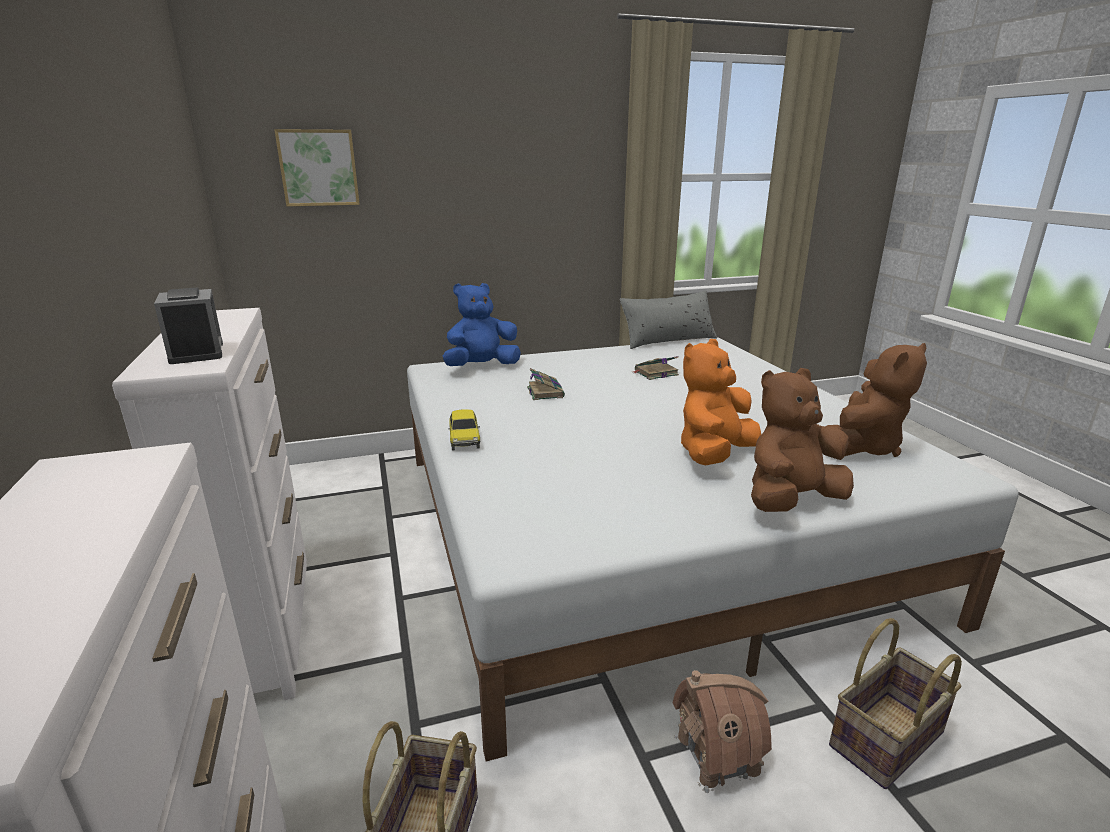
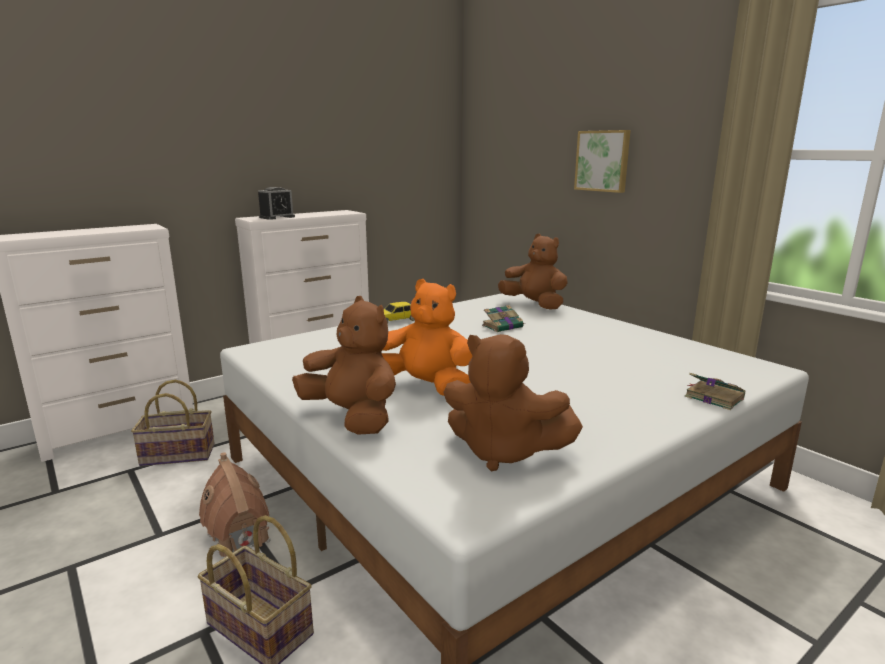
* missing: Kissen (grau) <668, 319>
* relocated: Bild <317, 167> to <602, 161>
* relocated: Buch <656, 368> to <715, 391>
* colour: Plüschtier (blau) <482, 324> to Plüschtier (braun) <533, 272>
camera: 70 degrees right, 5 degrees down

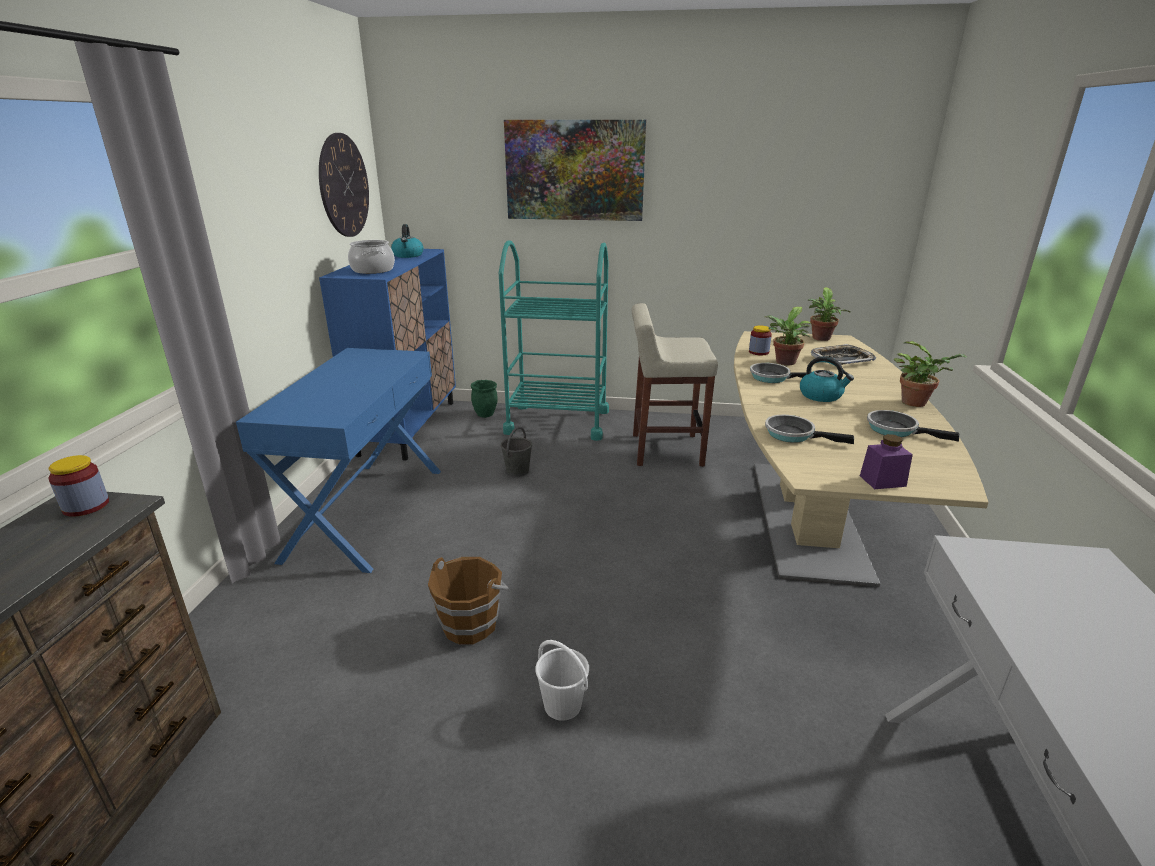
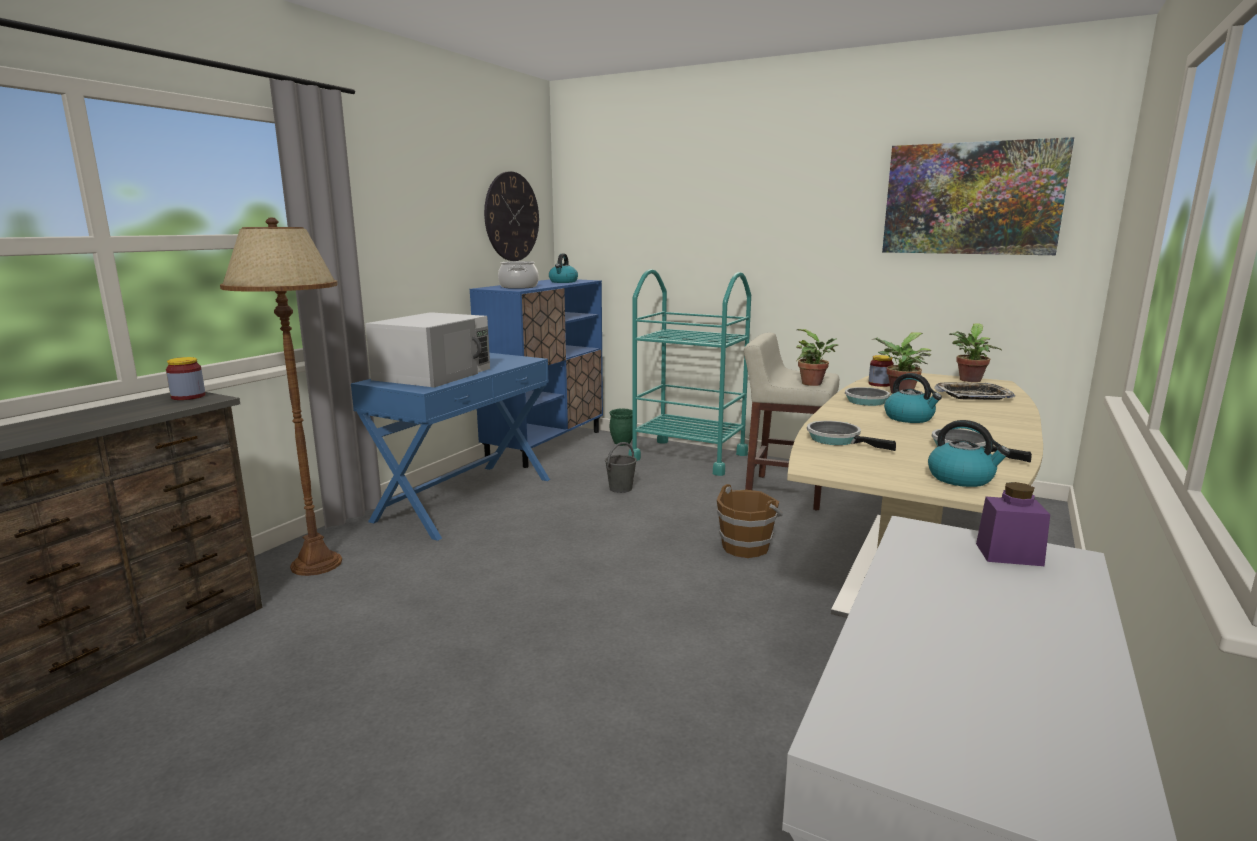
* missing: Eimer (weiß) <562, 680>
* appeared: Stehlampe (braun) <281, 396>
* appeared: Mikrowelle (weiß) <427, 349>
* appeared: Wasserkessel <969, 453>
* relocated: Eimer (braun) <468, 600> to <750, 521>
* relocated: Bild <575, 170> to <978, 196>
* relocated: Vorratsglas (lila) <886, 461> to <1013, 524>
* relocated: Topfpflanze <930, 374> to <817, 357>
camera: 20 degrees right, 10 degrees down

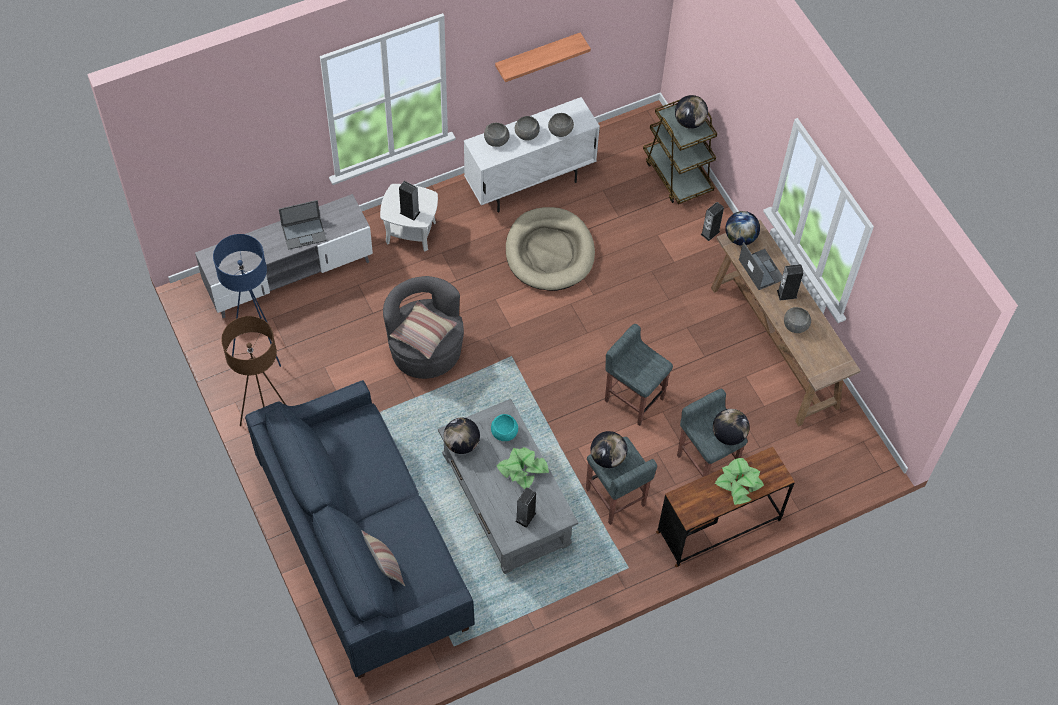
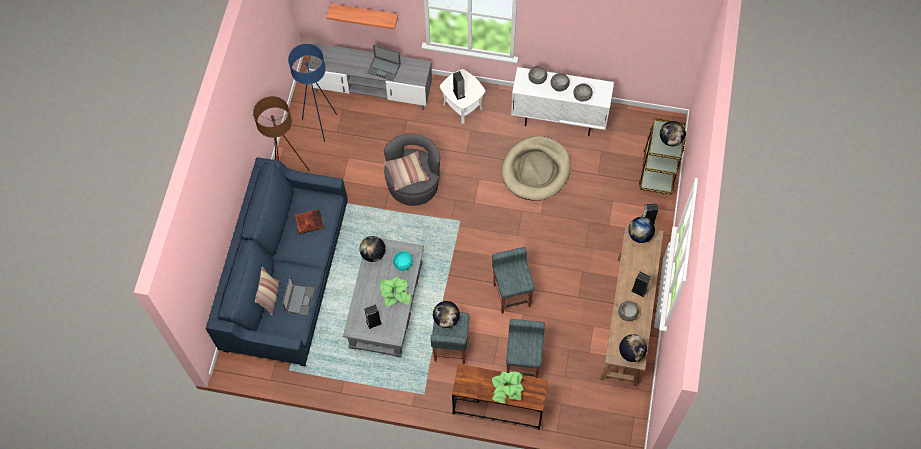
* appeared: Buch <309, 221>
* relocated: Wandregal <543, 57> to <362, 17>
* relocated: Globus <731, 427> to <633, 348>
* relocated: Laptop <761, 266> to <298, 295>
camera: 40 degrees right, 5 degrees up

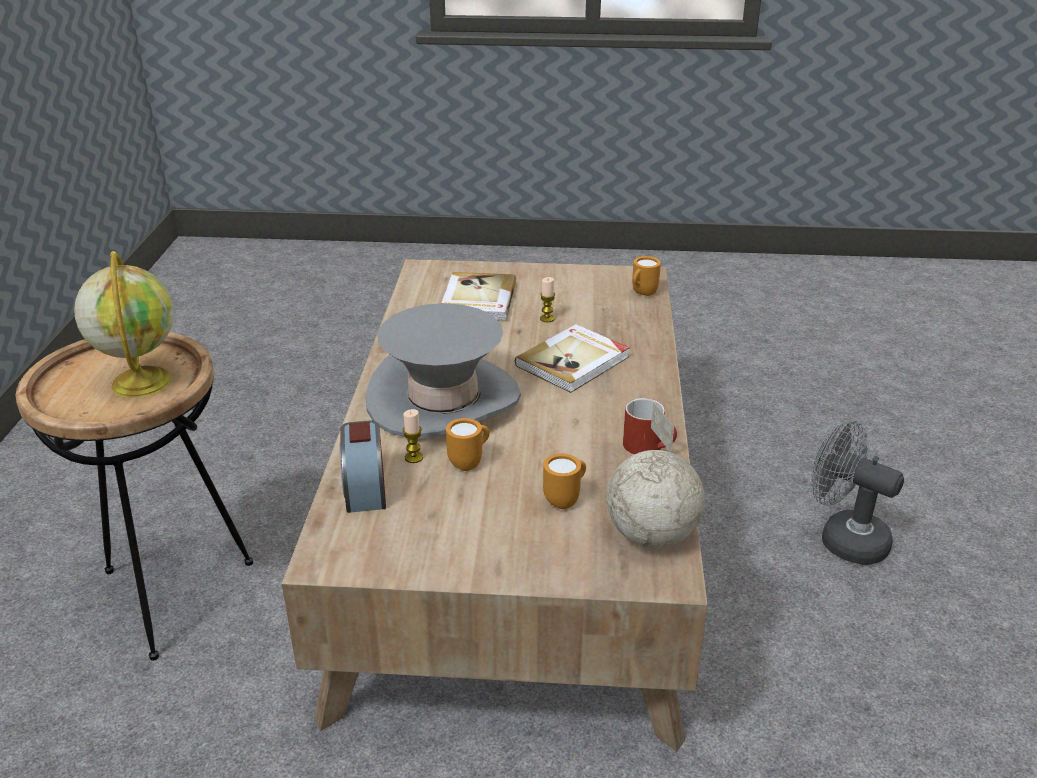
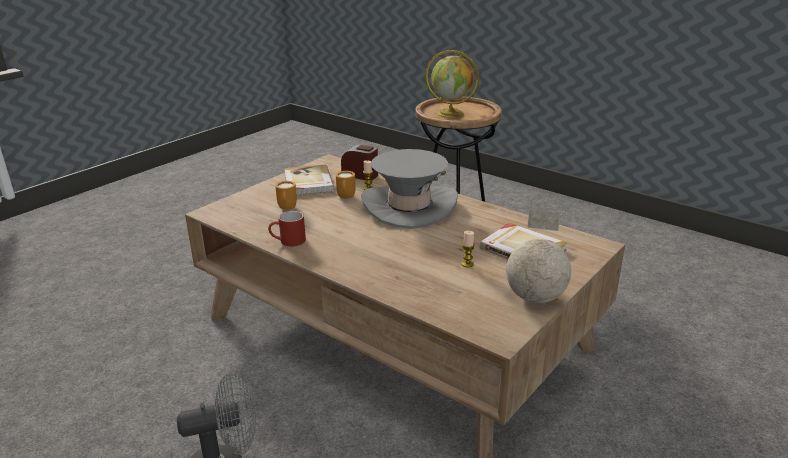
* missing: Henkelbecher (orange) <646, 276>
* relocated: Buch <572, 358> to <309, 179>
* relocated: Globus <656, 475> to <538, 256>
camera: 125 degrees right, 5 degrees down

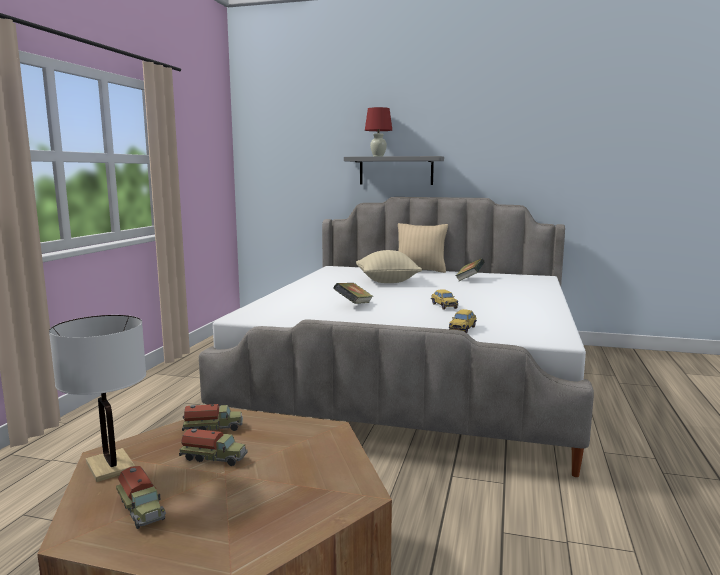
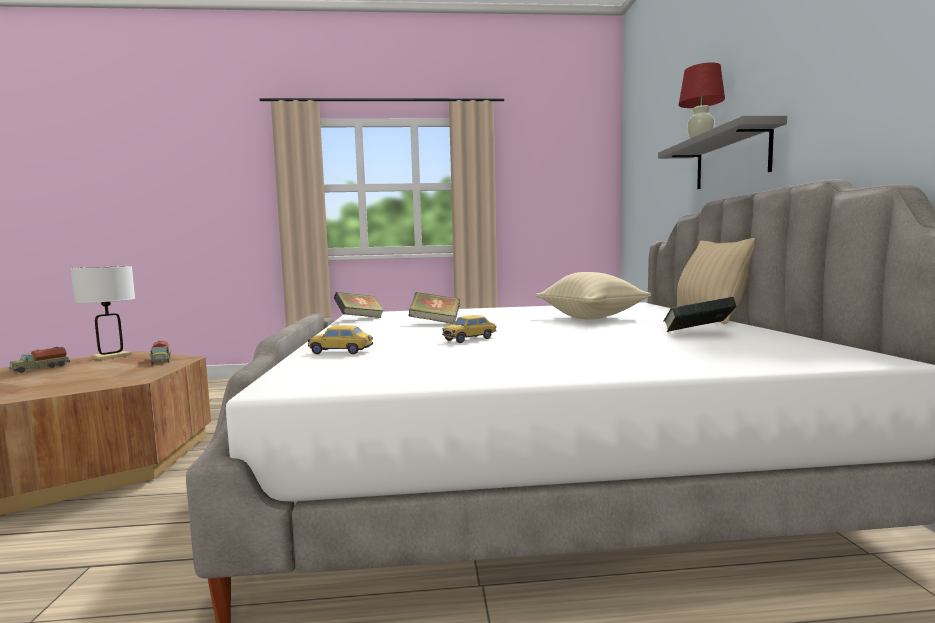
* missing: Spielzeuglaster <213, 447>
* appeared: Buch <359, 305>
camera: 70 degrees right, 5 degrees down

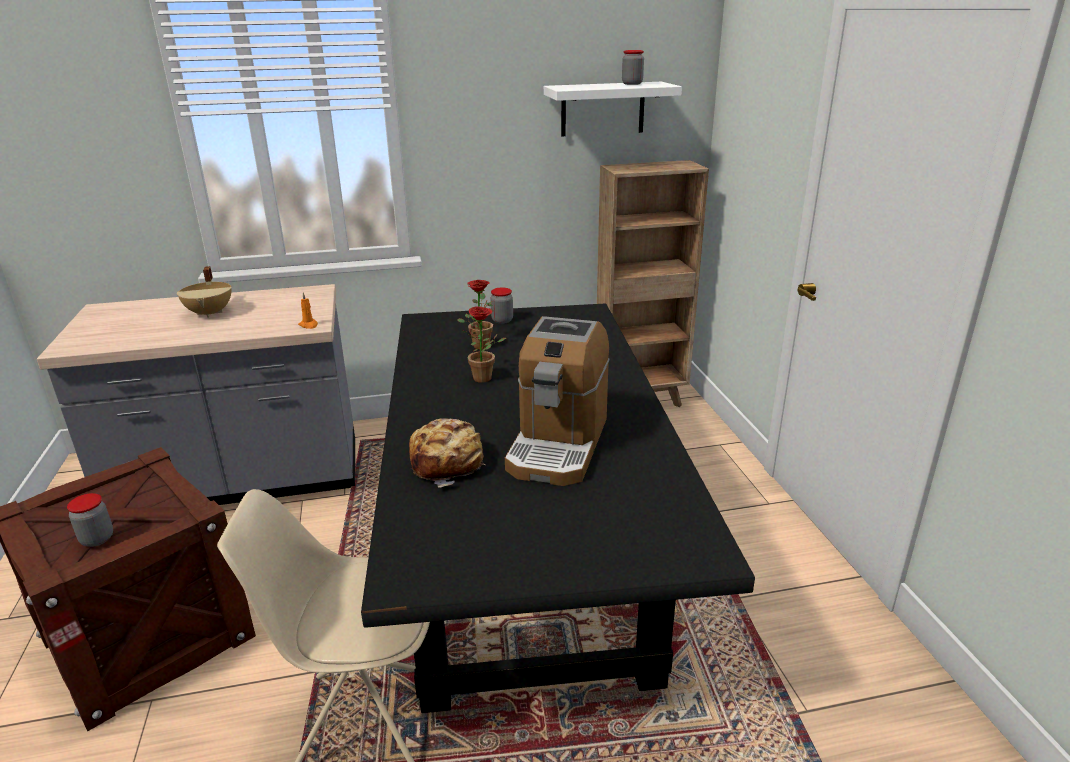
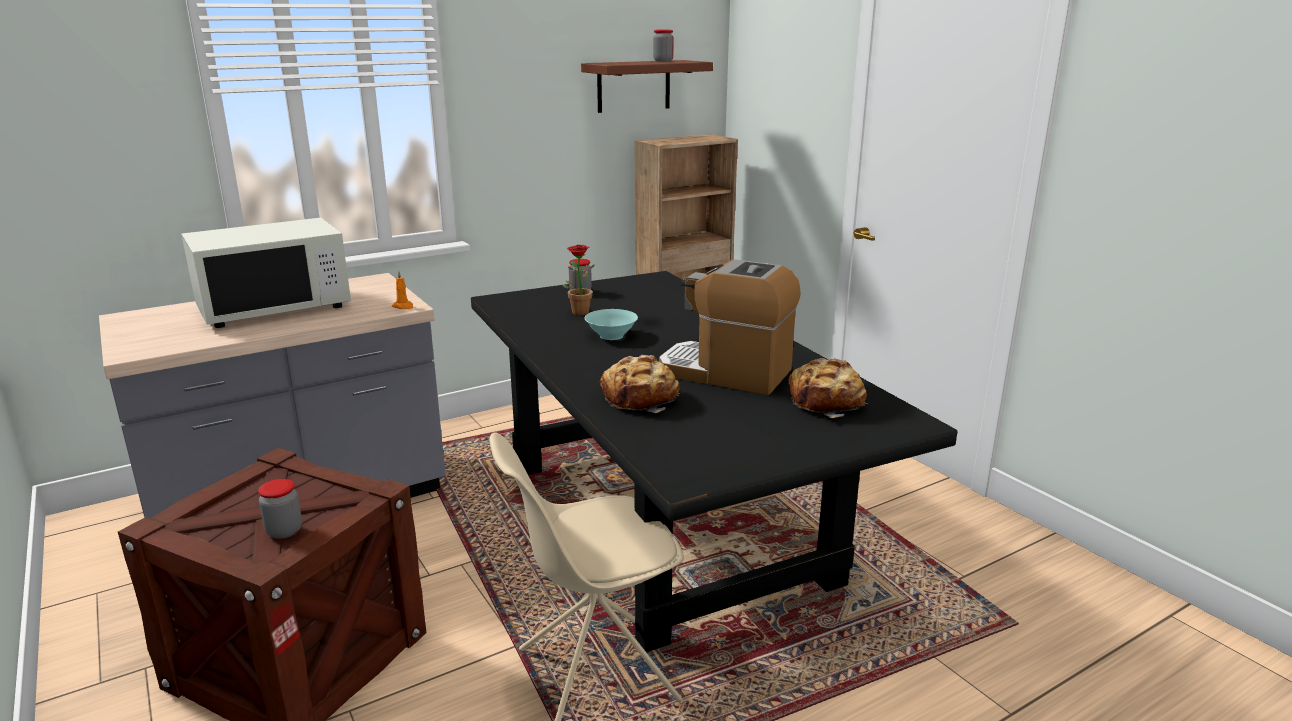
* appeared: Brot <828, 388>
* exchanged: Kochtopf (beige) <204, 292> to Mikrowelle (weiß) <266, 273>
* exchanged: Topfpflanze <484, 344> to Schüssel (türkis) <611, 324>
* colour: Wandregal (weiß) <613, 109> to Wandregal (braun) <647, 86>
* spun: Kaffeemaschine <557, 401> = <730, 327> 120 degrees clockwise
camera: 20 degrees left, 5 degrees down

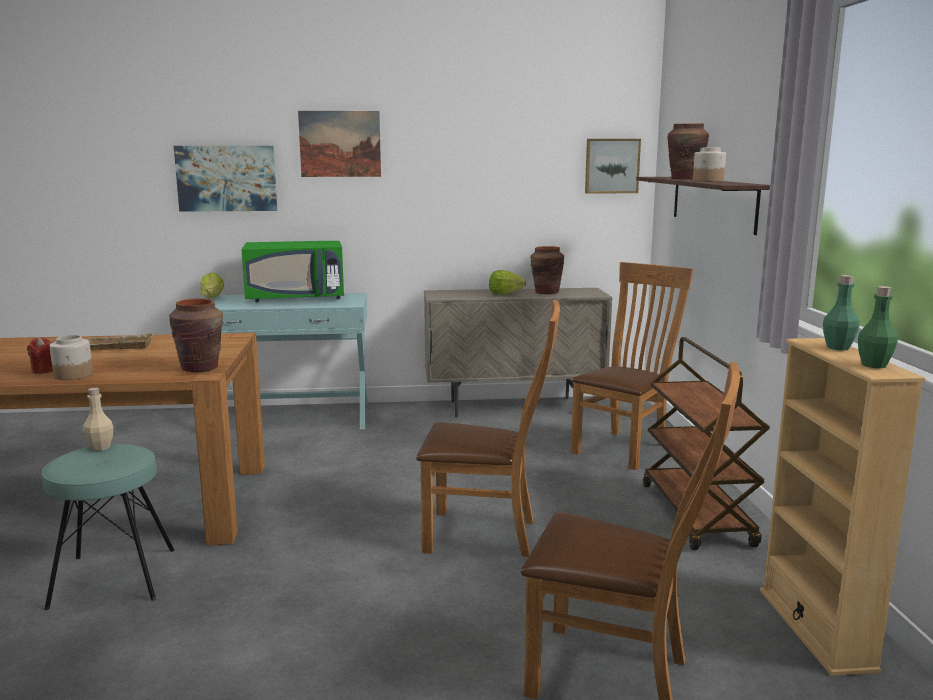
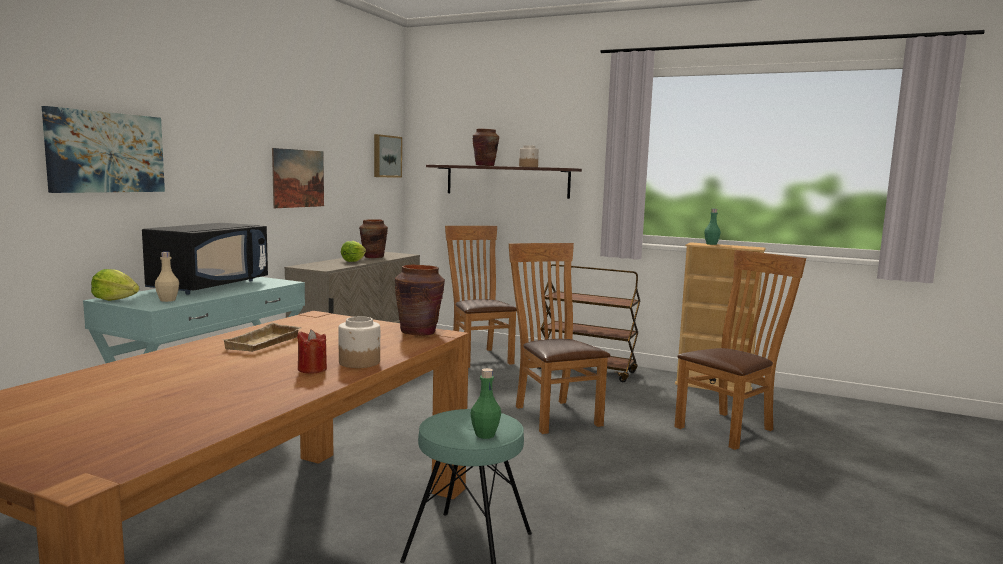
* relocated: Flasche (beige) <98, 419> to <167, 277>
* relocated: Bild <339, 144> to <298, 178>
* relocated: Flasche (grün) <878, 327> to <485, 403>
* colour: Mikrowelle (grün) <293, 271> to Mikrowelle (schwarz) <205, 259>
* spun: Stuhl (braun) <488, 428> = <559, 338> 60 degrees counterclockwise
camera: 60 degrees left, 5 degrees down

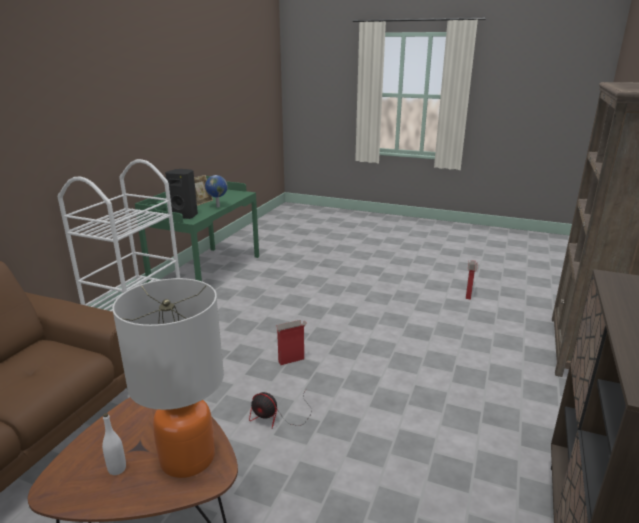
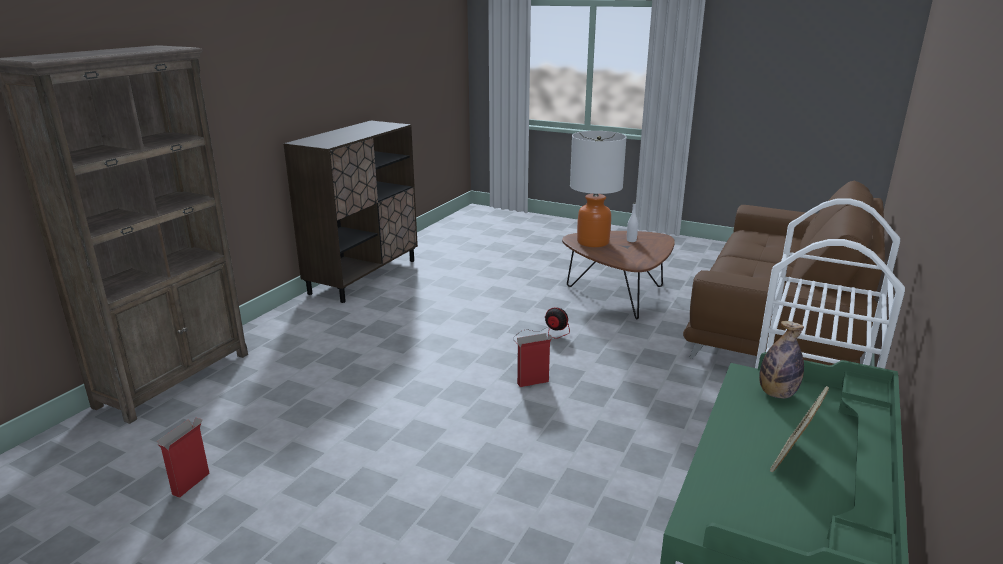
* missing: Globus <216, 191>
* exchanged: Lautsprecher (schwarz) <181, 194> to Flasche <781, 359>
camera: 175 degrees left, 0 degrees up

